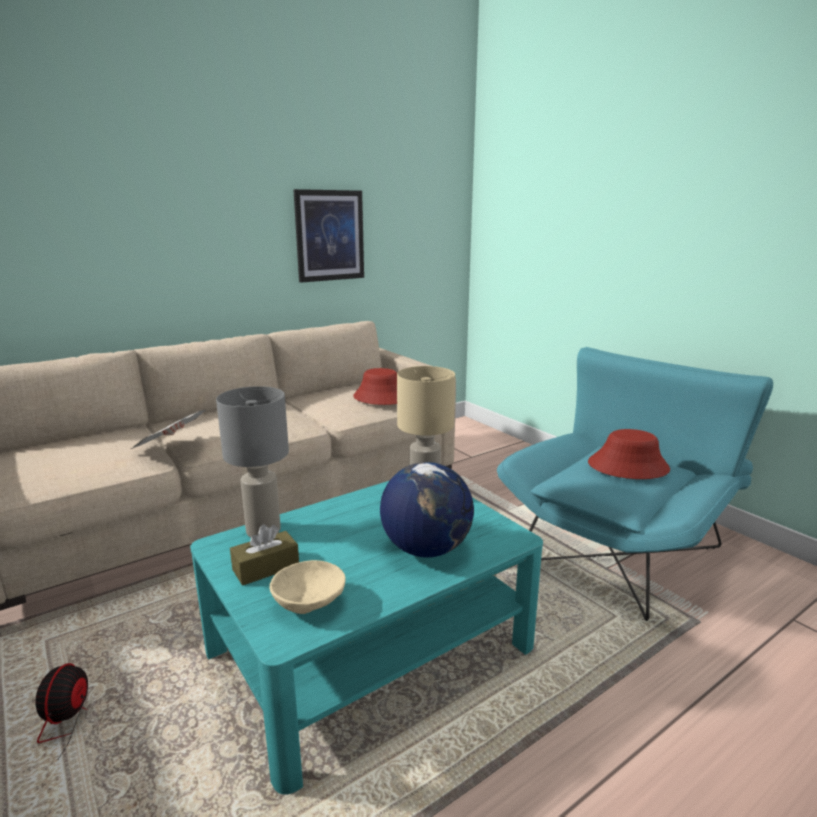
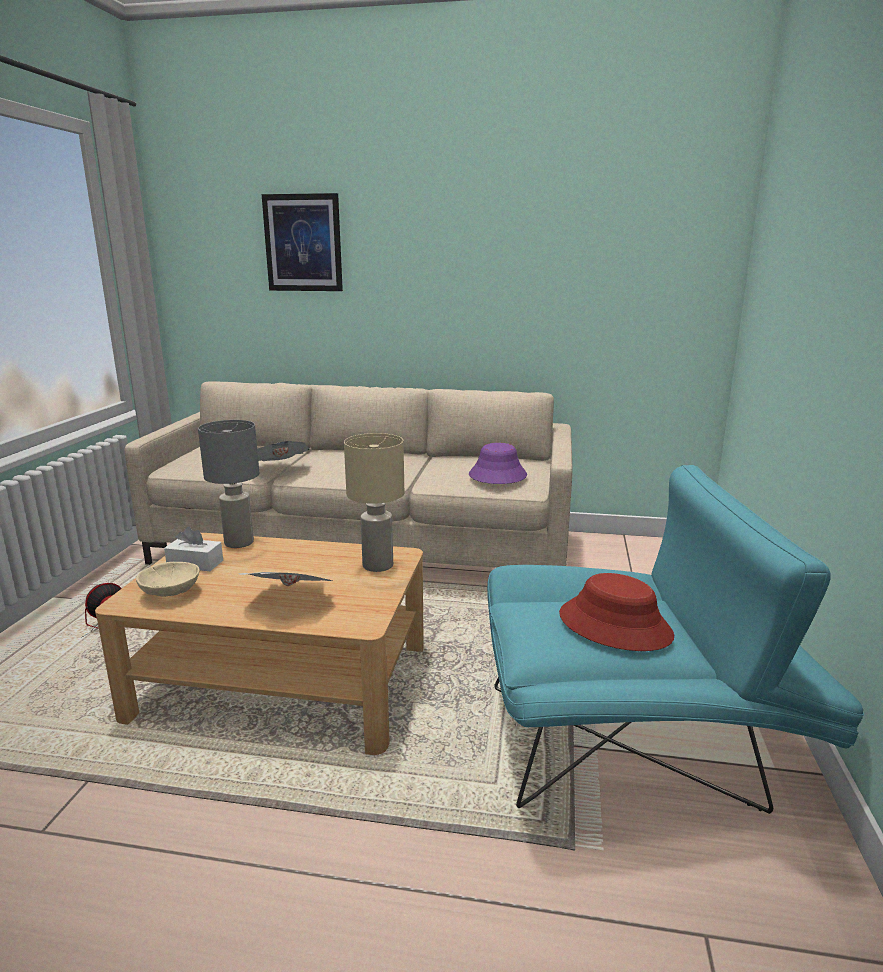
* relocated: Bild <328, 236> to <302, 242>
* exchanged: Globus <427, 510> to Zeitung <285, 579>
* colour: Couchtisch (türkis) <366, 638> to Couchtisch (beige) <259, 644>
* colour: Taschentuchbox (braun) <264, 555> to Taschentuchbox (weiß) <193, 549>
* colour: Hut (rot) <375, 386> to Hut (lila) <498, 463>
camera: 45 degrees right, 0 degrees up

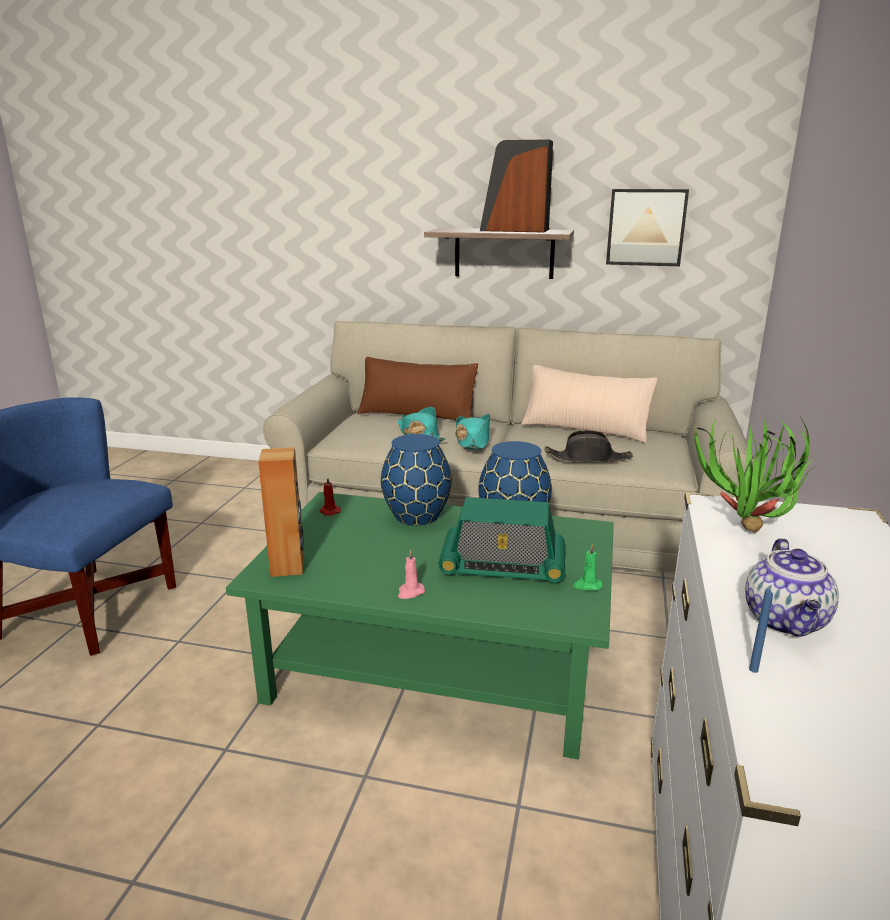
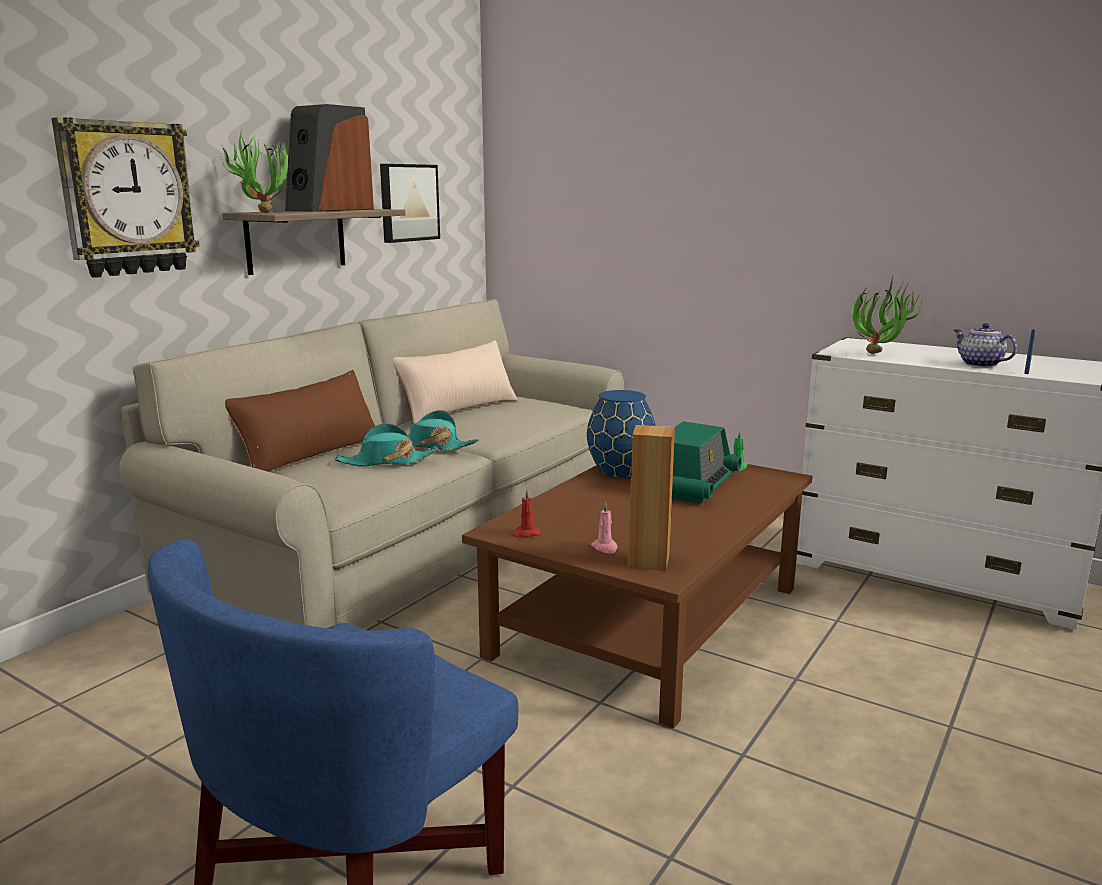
* missing: Vase (blau) <416, 480>
* missing: Hut (schwarz) <588, 446>
* appeared: Wanduhr <125, 197>
* appeared: Topfpflanze <255, 171>
* relocated: Kerze (rosa) <411, 574> to <604, 528>
* colour: Couchtisch (grün) <420, 626> to Couchtisch (braun) <637, 596>
* spun: Teekanne <792, 587> = <985, 345> 150 degrees counterclockwise
camera: 70 degrees left, 5 degrees down

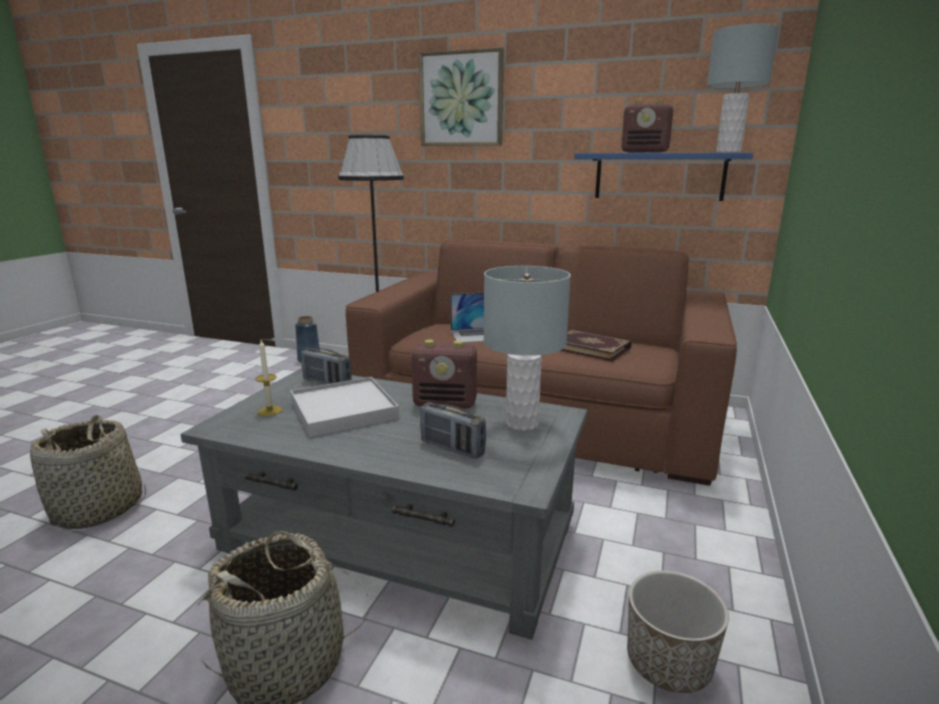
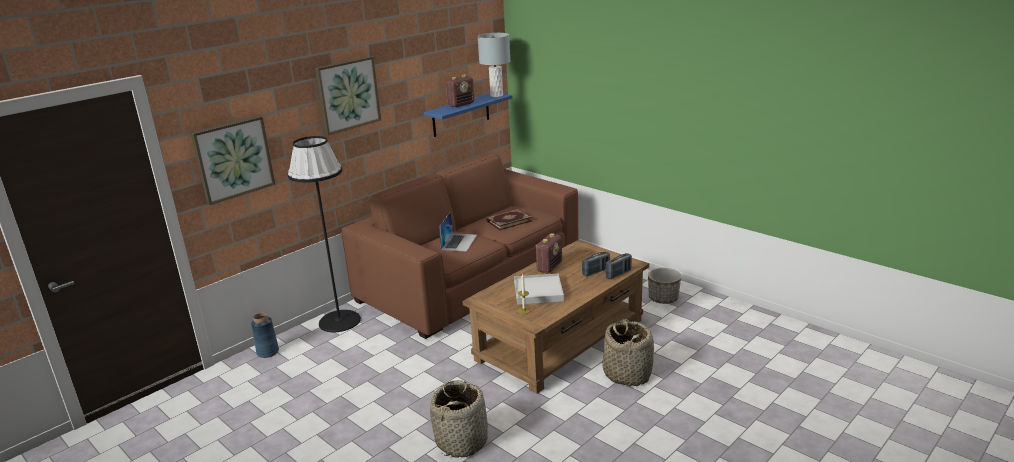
* missing: Tischlampe (grau) <527, 348>
* appeared: Bild <233, 160>
* relocated: Radio <326, 366> to <618, 266>
* colour: Couchtisch (grau) <384, 503> to Couchtisch (braun) <555, 317>
camera: 65 degrees left, 5 degrees up

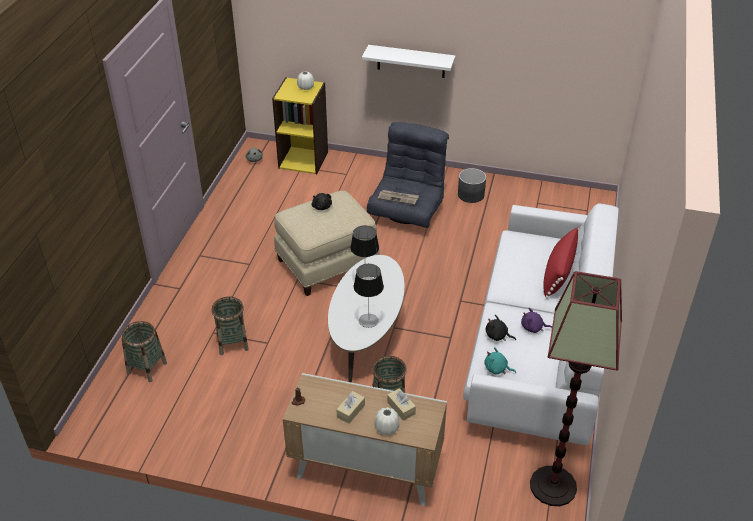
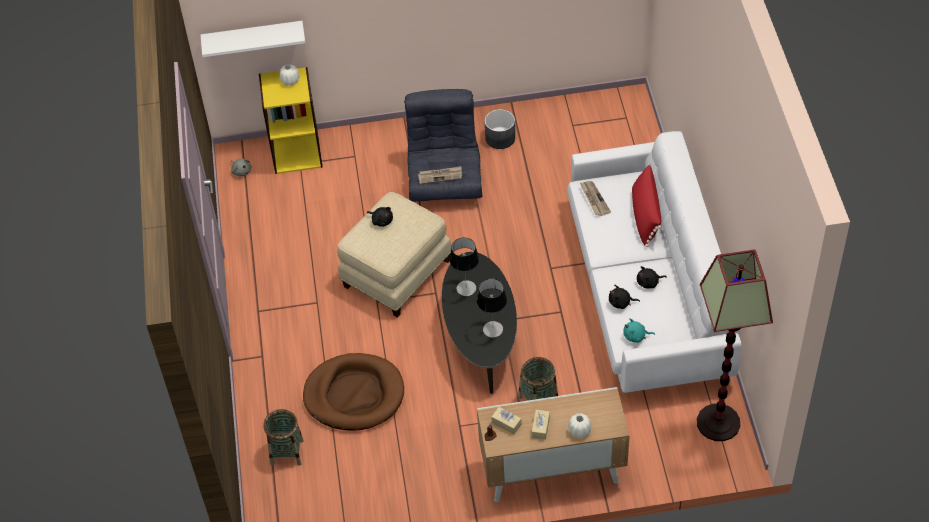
* appeared: Zeitung <595, 198>
* relocated: Wandregal (weiß) <409, 61> to <253, 39>
* relocated: Taschentuchbox (beige) <401, 404> to <506, 420>
* exchanged: Korb <230, 325> to Hundebett (braun) <353, 392>
* colour: Couchtisch (weiß) <366, 319> to Couchtisch (schwarz) <479, 323>
* colour: Plüschtier (lila) <536, 320> to Plüschtier (schwarz) <652, 277>
camera: 20 degrees left, 10 degrees up

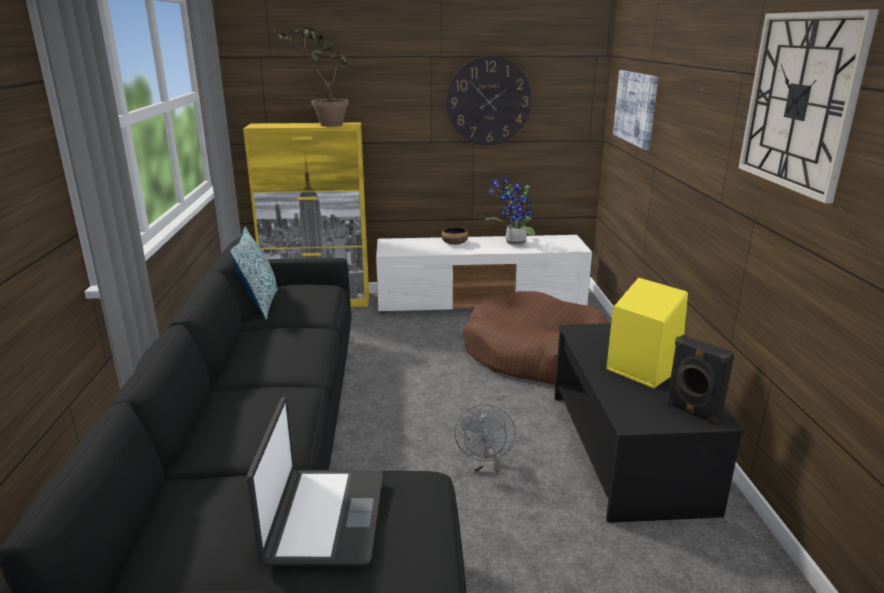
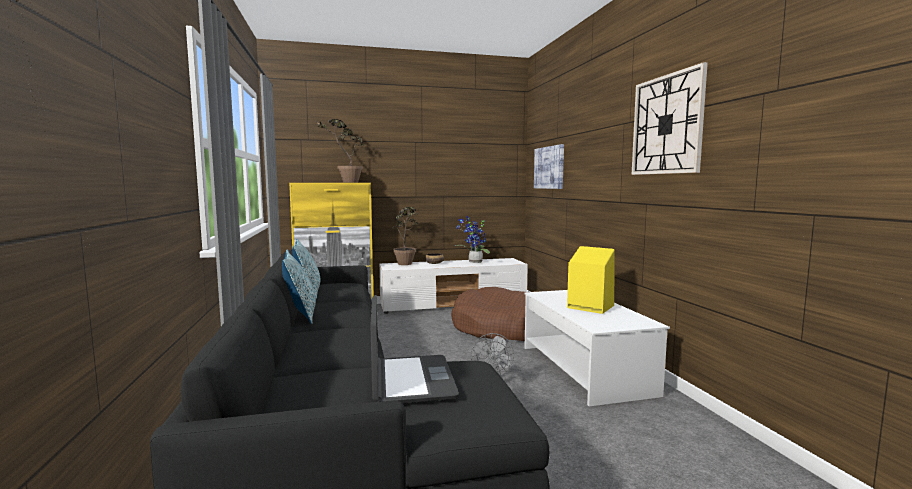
* missing: Wanduhr <489, 100>
* missing: Lautsprecher (schwarz) <700, 379>
* appeared: Kissen <299, 287>
* appeared: Topfpflanze <405, 236>
* colour: Couchtisch (schwarz) <650, 423> to Couchtisch (weiß) <597, 348>
camera: 10 degrees left, 15 degrees down

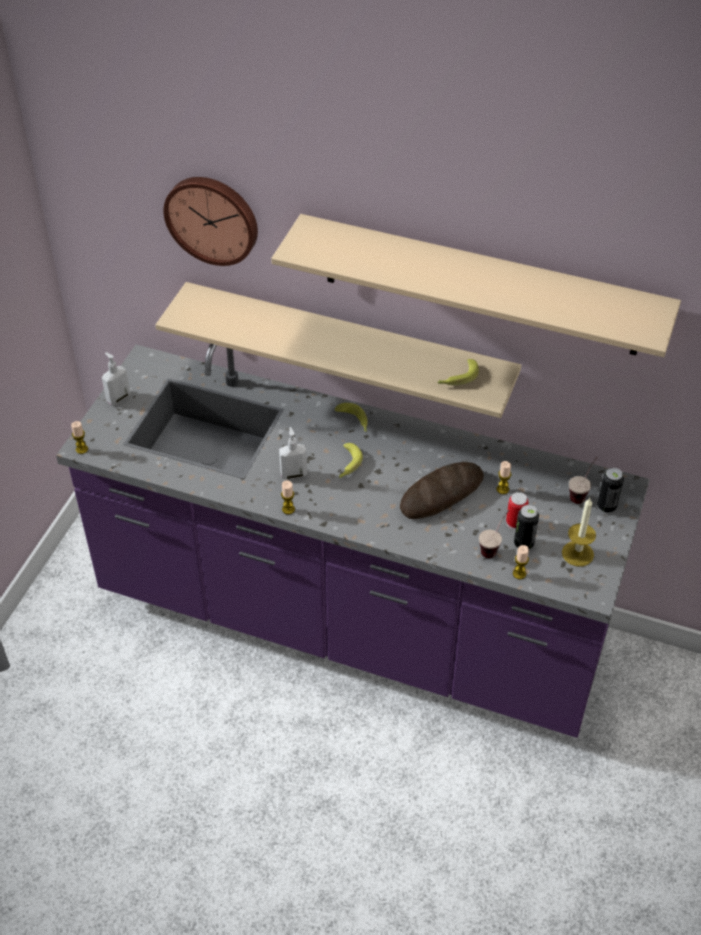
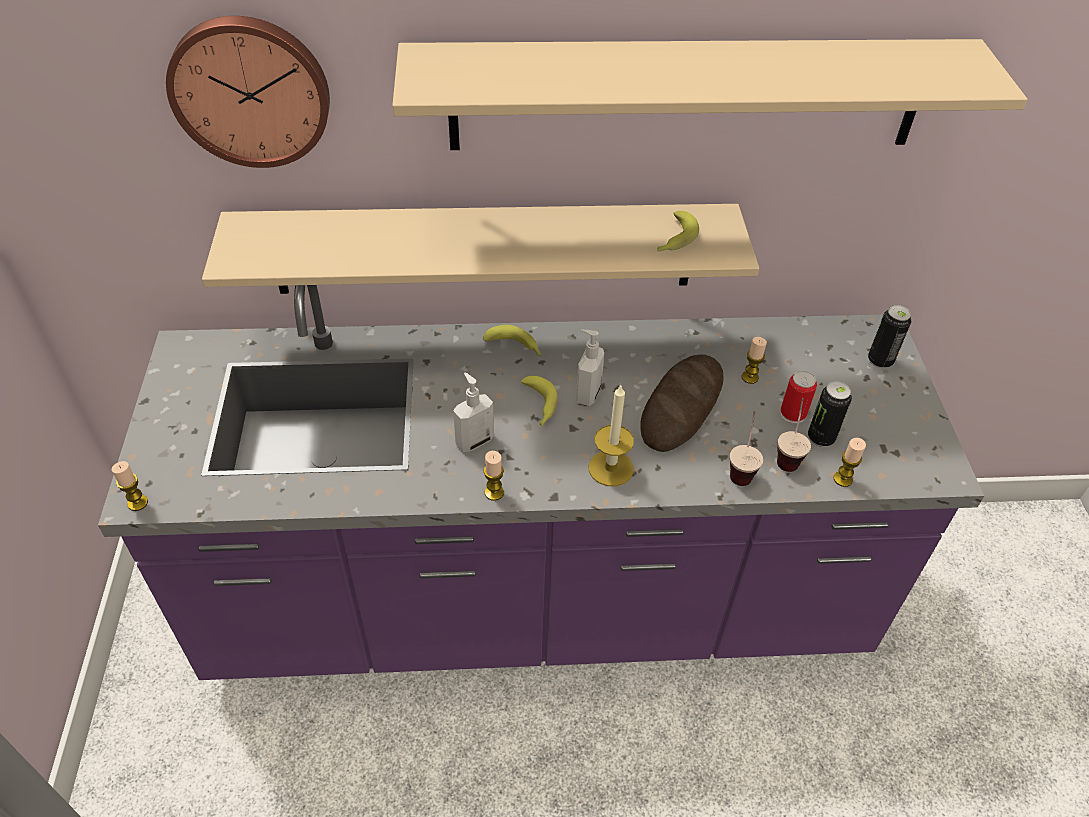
* relocated: Seifenspender <116, 378> to <590, 367>
* relocated: Kerze <579, 532> to <611, 435>
* relocated: Tasse <583, 480> to <746, 448>
camera: 25 degrees left, 0 degrees up

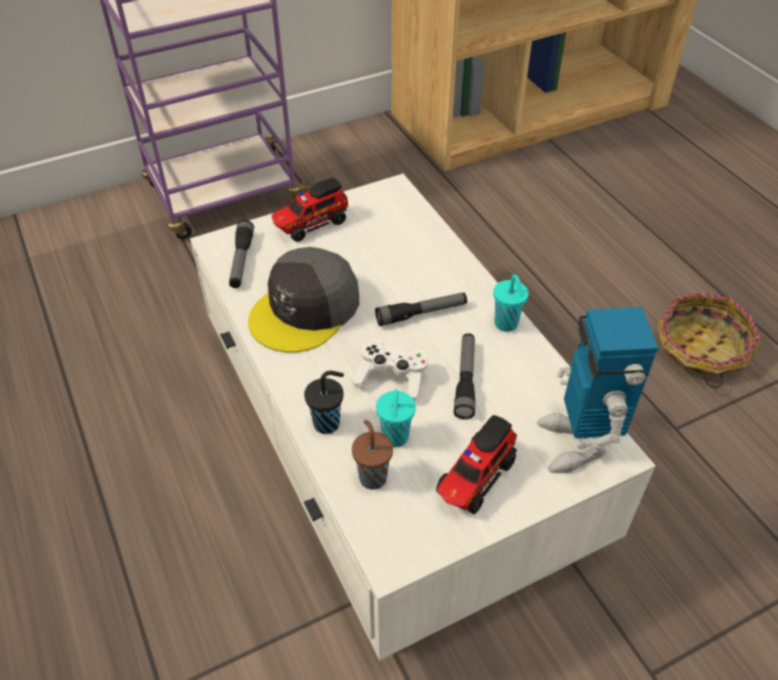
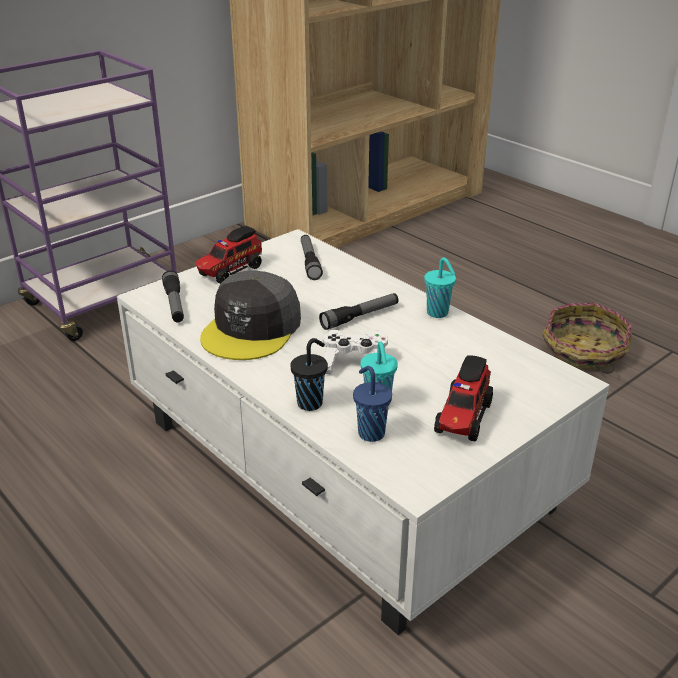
* missing: Spielzeugroboter <597, 390>
* relocated: Taschenlampe <465, 376> to <312, 257>
* colour: Tasse (braun) <372, 455> to Tasse (blau) <372, 404>
camera: 15 degrees left, 15 degrees down

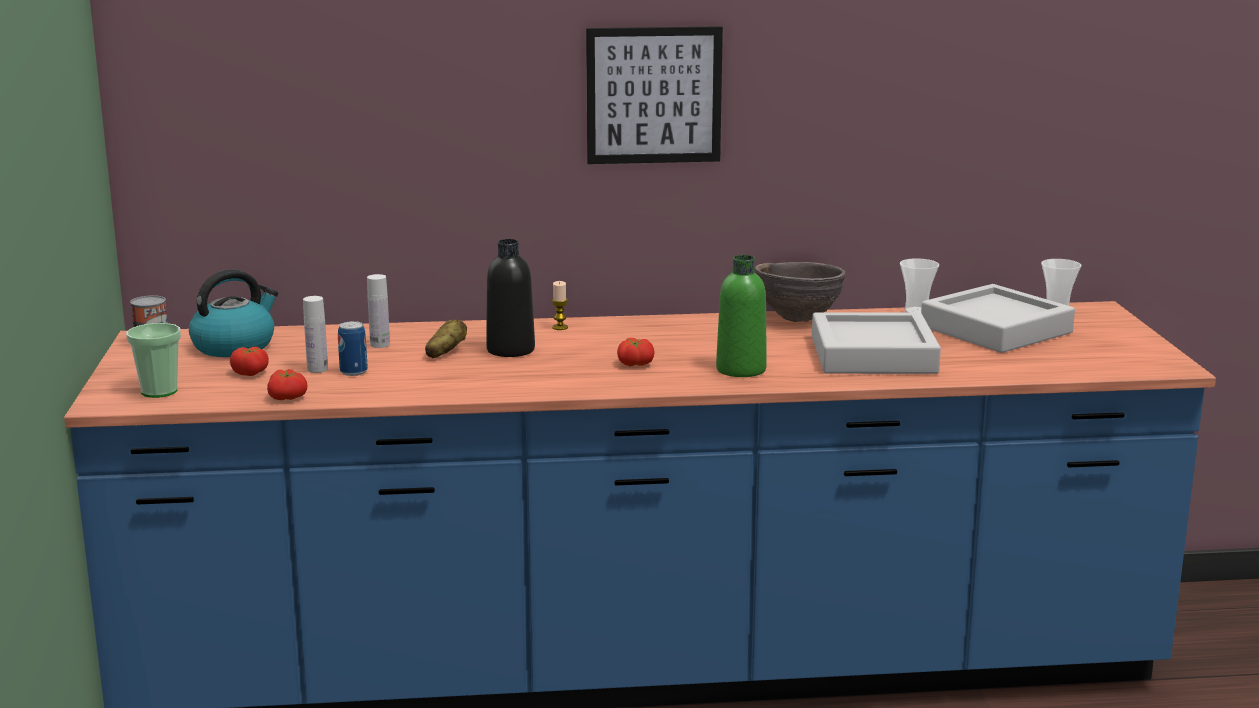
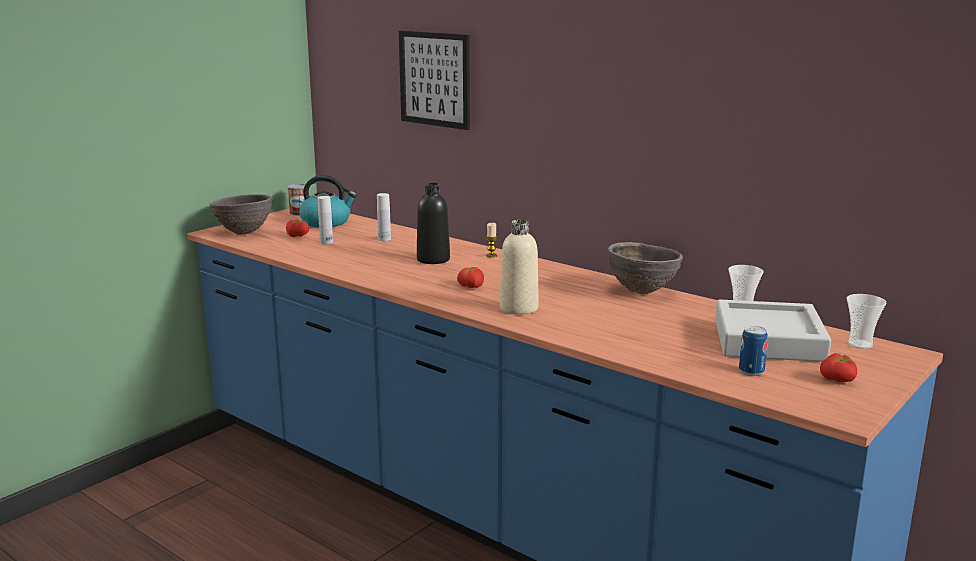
* missing: Kartoffel <446, 338>
* missing: Tablett (grau) <876, 343>
* relocated: Tomate <287, 384> to <838, 367>
* relocated: Dose <353, 348> to <753, 351>
* relocated: Bild <654, 95> to <434, 80>
* exchanged: Tasse <153, 360> to Schüssel (braun) <241, 214>
* colour: Flasche (grün) <741, 316> to Flasche (beige) <519, 267>
camera: 45 degrees right, 0 degrees up

